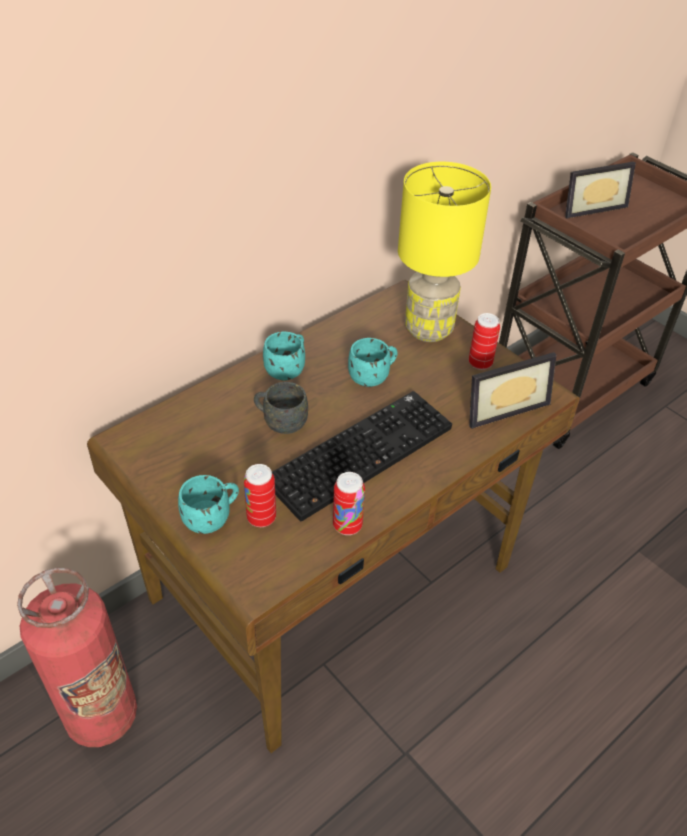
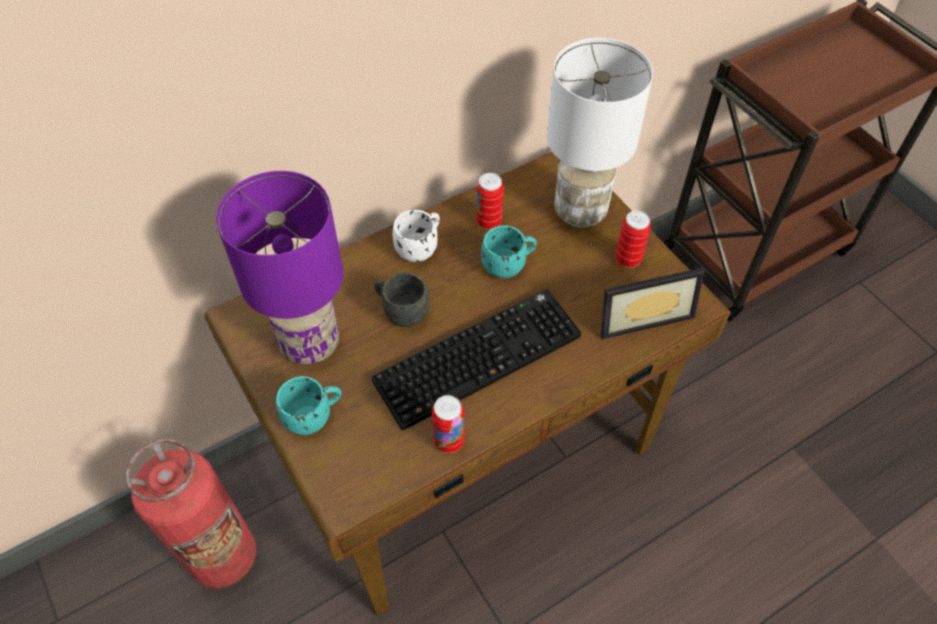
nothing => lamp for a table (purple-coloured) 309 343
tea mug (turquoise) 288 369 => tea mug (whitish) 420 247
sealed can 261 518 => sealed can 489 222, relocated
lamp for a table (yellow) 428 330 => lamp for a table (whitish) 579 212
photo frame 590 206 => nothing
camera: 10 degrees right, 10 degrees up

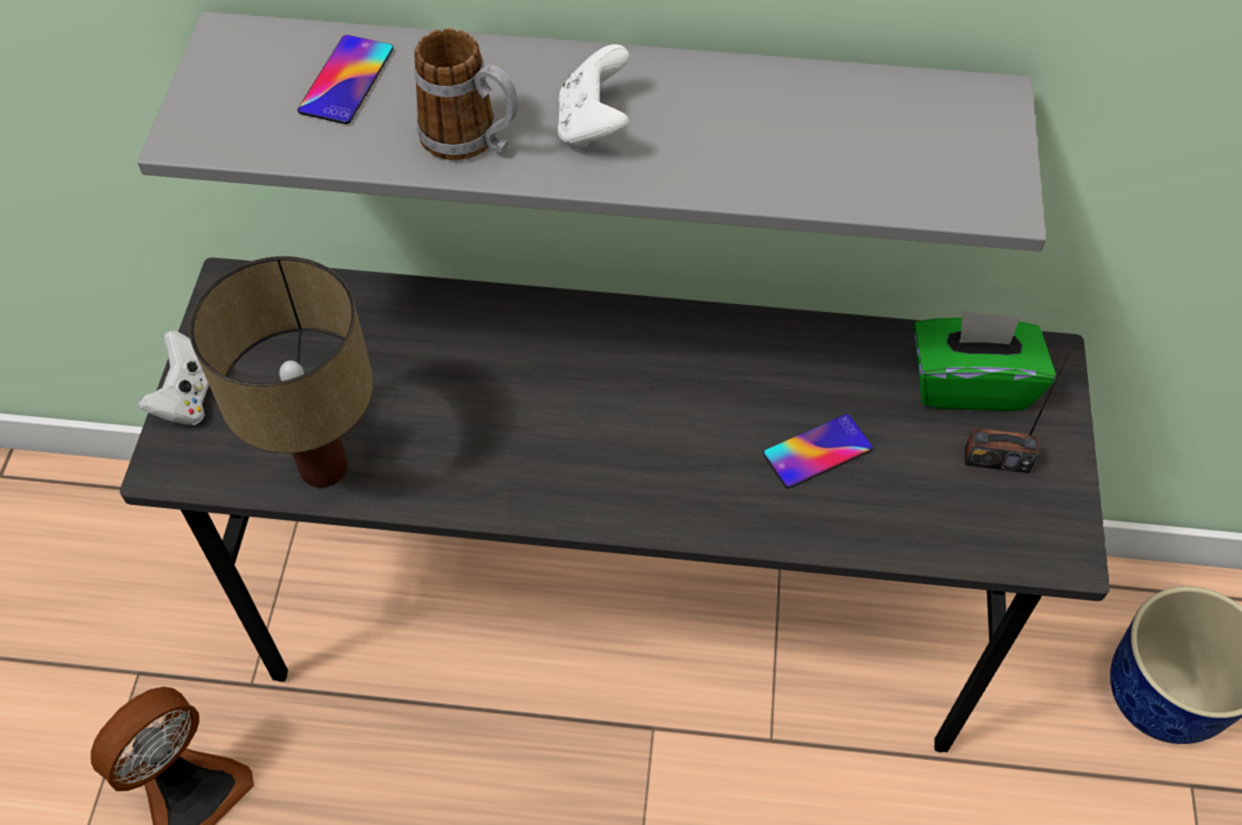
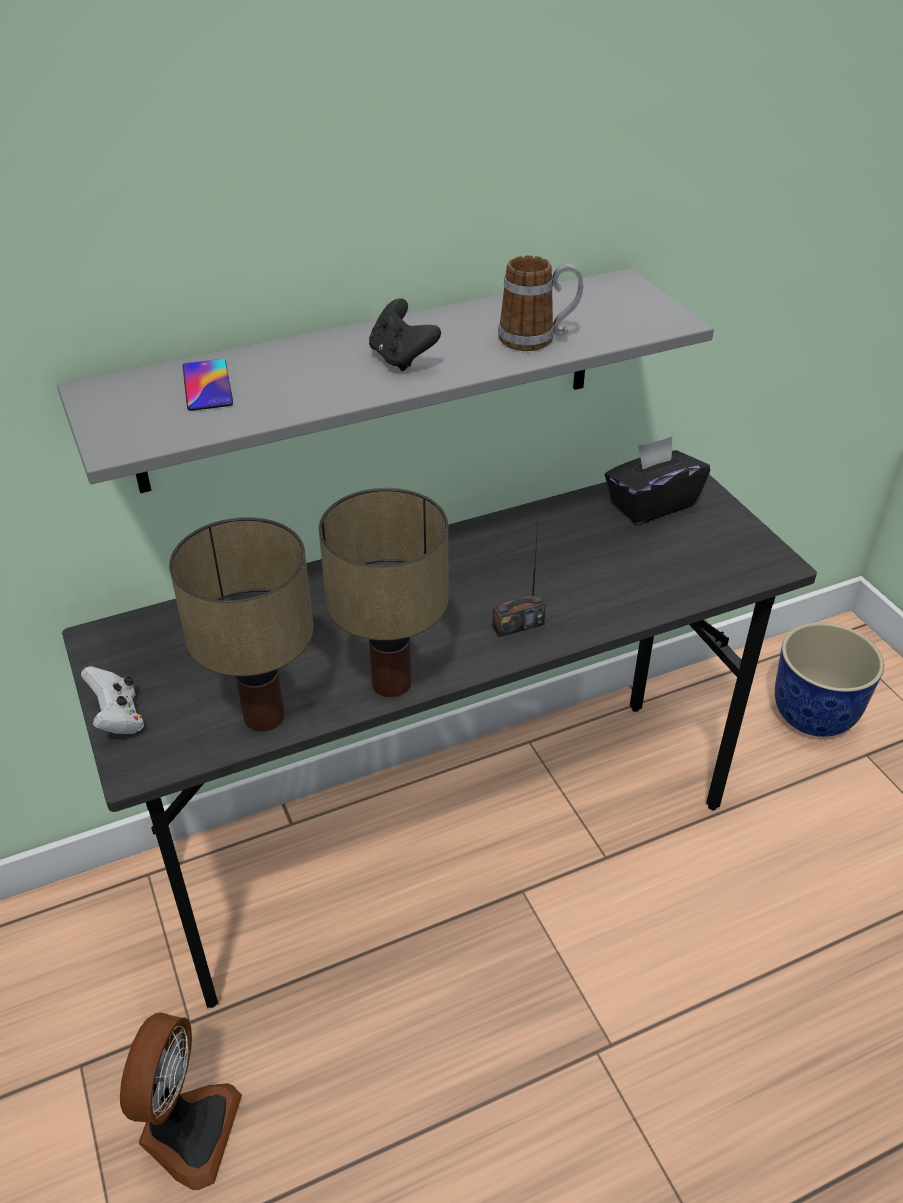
nothing => lamp for a table 389 683
joypad (whitish) 593 126 => joypad (black-coloured) 401 358
radio receiver 996 459 => radio receiver 518 625, relocated
tea mug 472 141 => tea mug 538 339, relocated
tissue holder (green-coloured) 969 383 => tissue holder (black-coloured) 651 504
phone 817 451 => nothing
camera: 30 degrees left, 15 degrees down

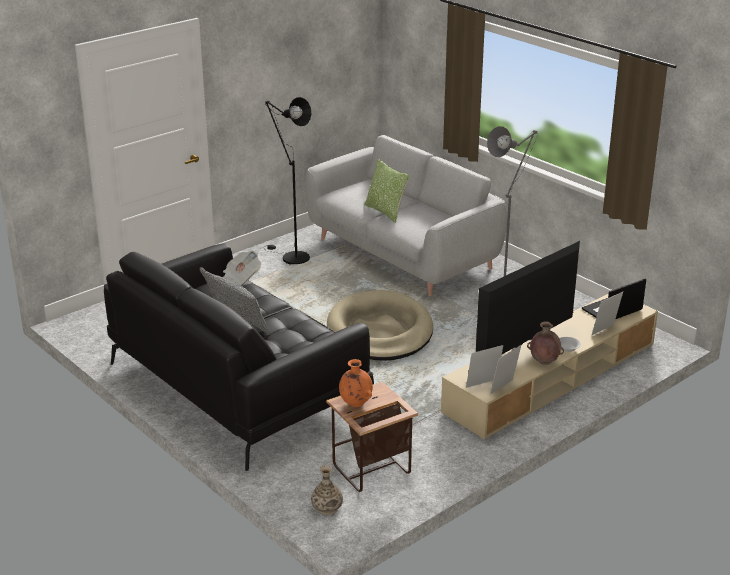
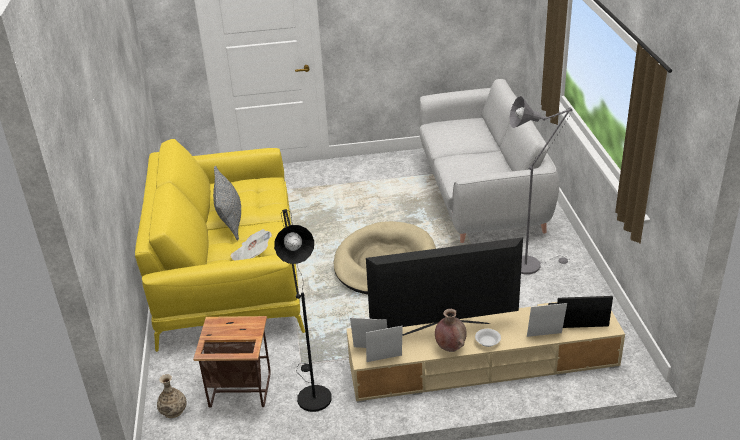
sofa (black-coloured) 236 384 => sofa (yellow) 229 272
printed paper 239 280 => printed paper 251 256, relocated
standard lamp (black-coloured) 291 257 => standard lamp (black-coloured) 311 394, relocated
decorative vase (orangey) 355 403 => nothing
pillow 385 212 => nothing
camera: 35 degrees right, 5 degrees up

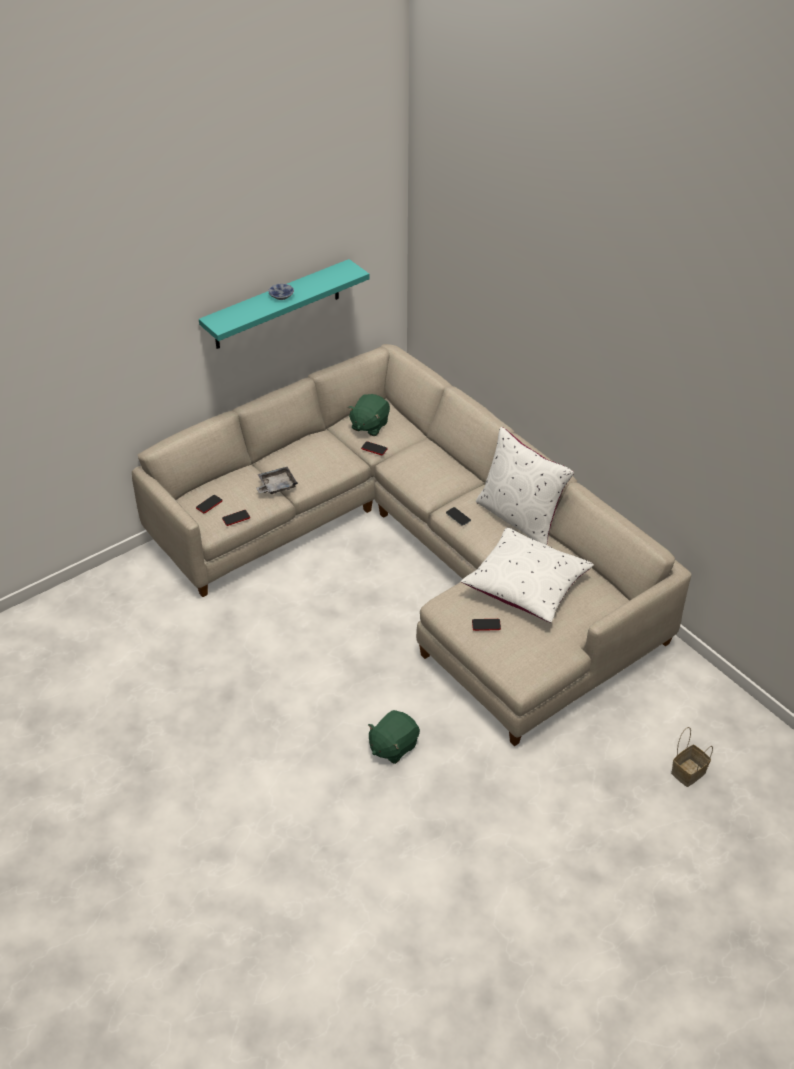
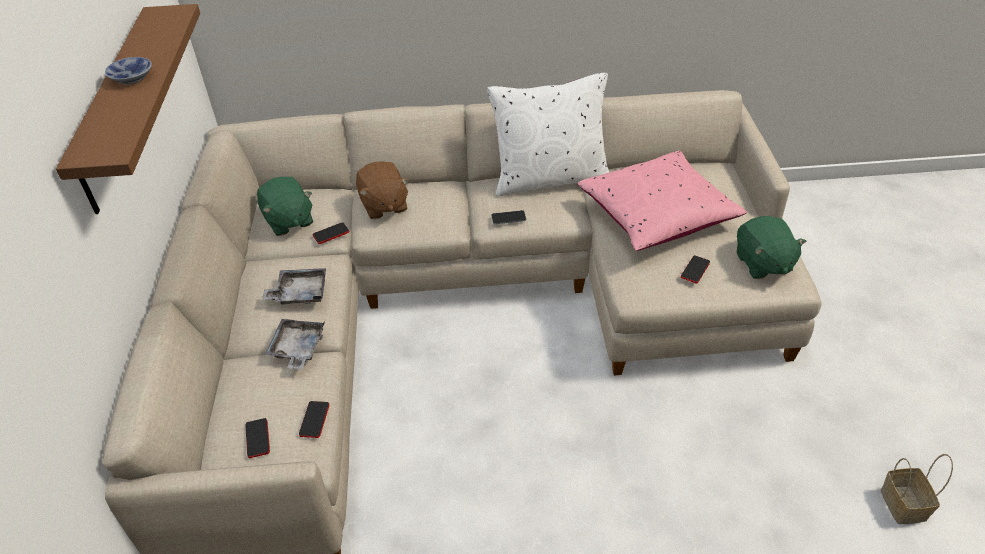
wall shelf (turquoise) 277 305 => wall shelf (brownish) 118 107
nothing => carrying tray (greyish) 300 293
nothing => soft toy (brownish) 383 205
pillow (whitish) 526 585 => pillow (pink-coloured) 657 215
soft toy (green-coloured) 393 746 => soft toy (green-coloured) 762 263, relocated
basket 688 771 => basket 901 503, relocated
camera: 55 degrees left, 0 degrees up

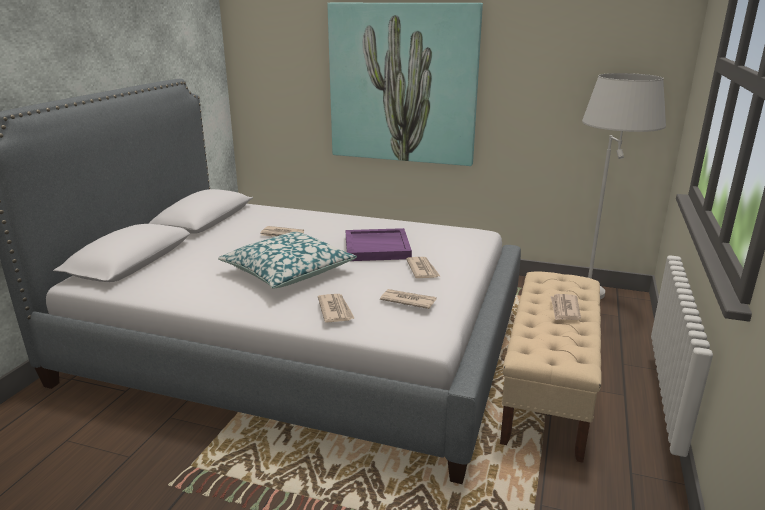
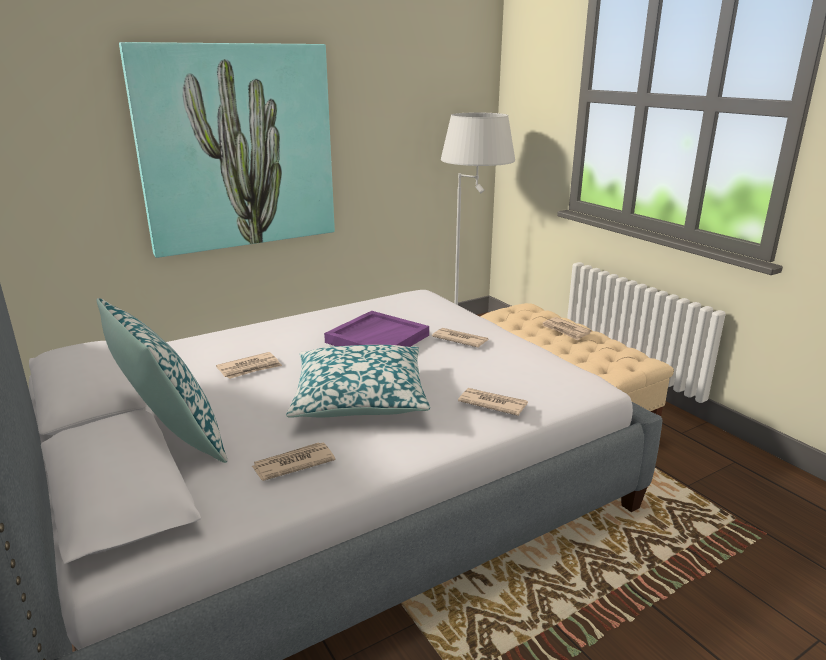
nothing => pillow 171 438
printed paper 408 301 => printed paper 292 464, relocated
camera: 50 degrees left, 0 degrees up

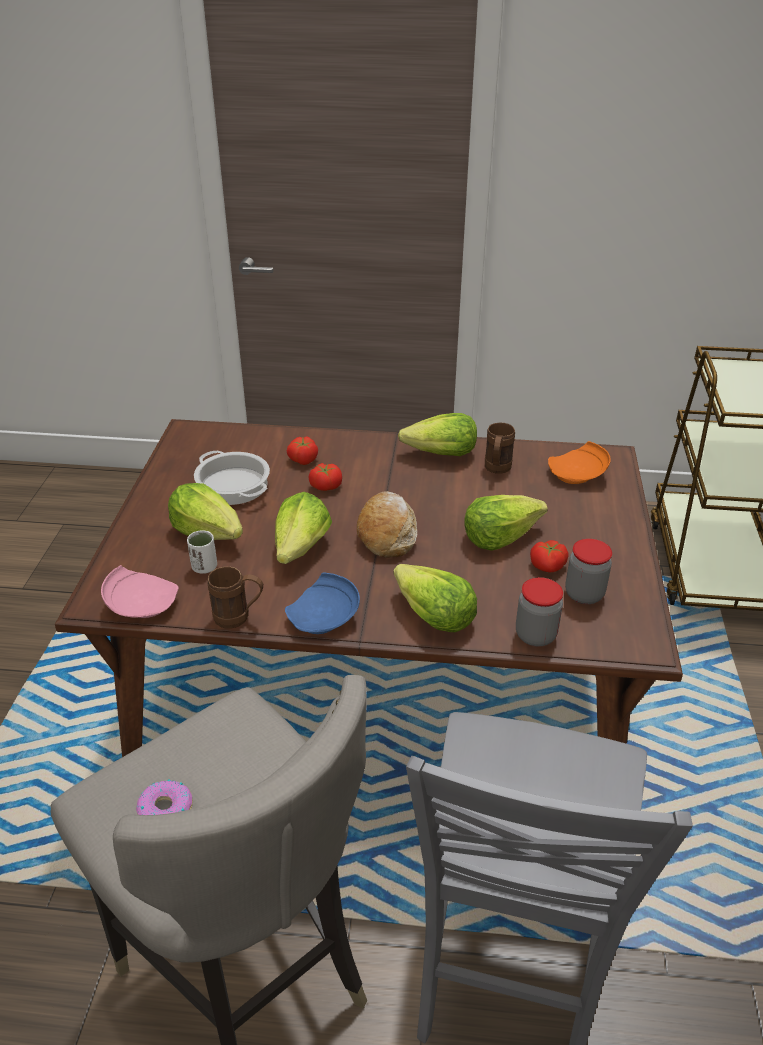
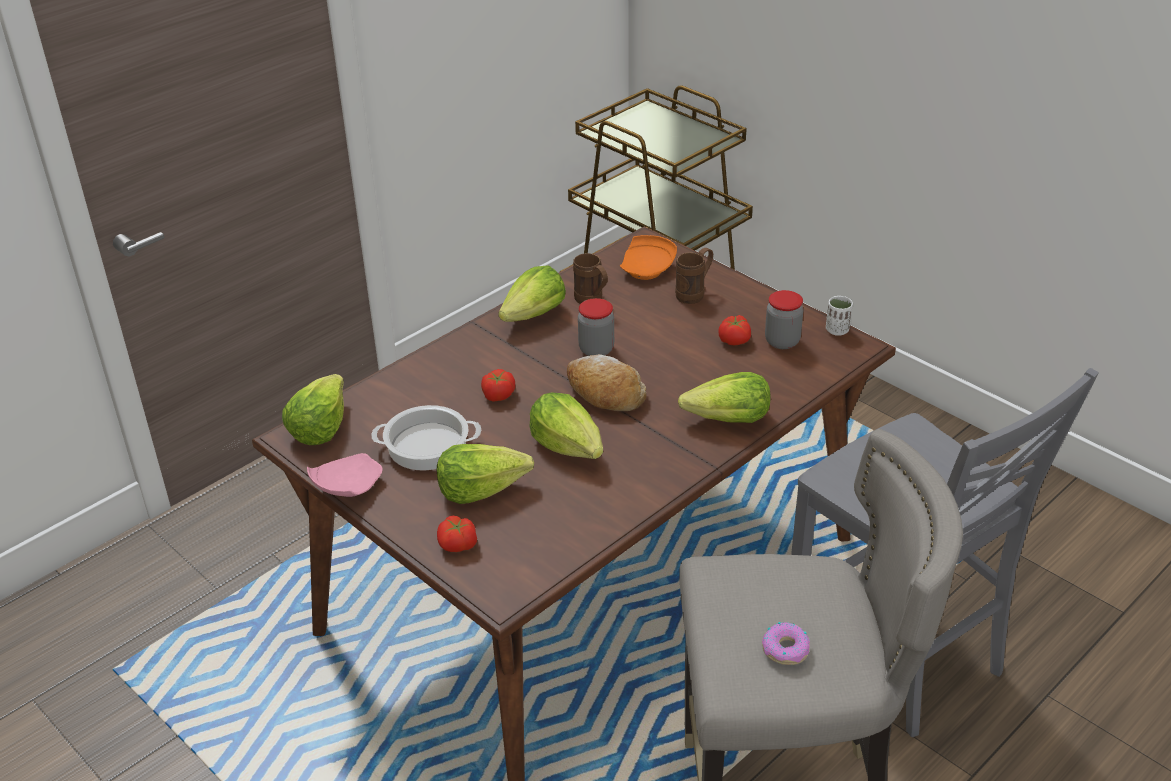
lettuce 499 536 => lettuce 319 427, relocated
flat dish (pink-coloured) 141 604 => flat dish (pink-coloured) 346 487, relocated
tomato 302 460 => tomato 457 545, relocated
preserve jar 535 635 => preserve jar 596 349, relocated
tea mug (brownish) 239 618 => tea mug (brownish) 695 293, relocated
small cup (whitish) 204 567 => small cup (whitish) 837 330, relocated
flat dish (blue-coloured) 324 617 => nothing
camera: 50 degrees left, 0 degrees up

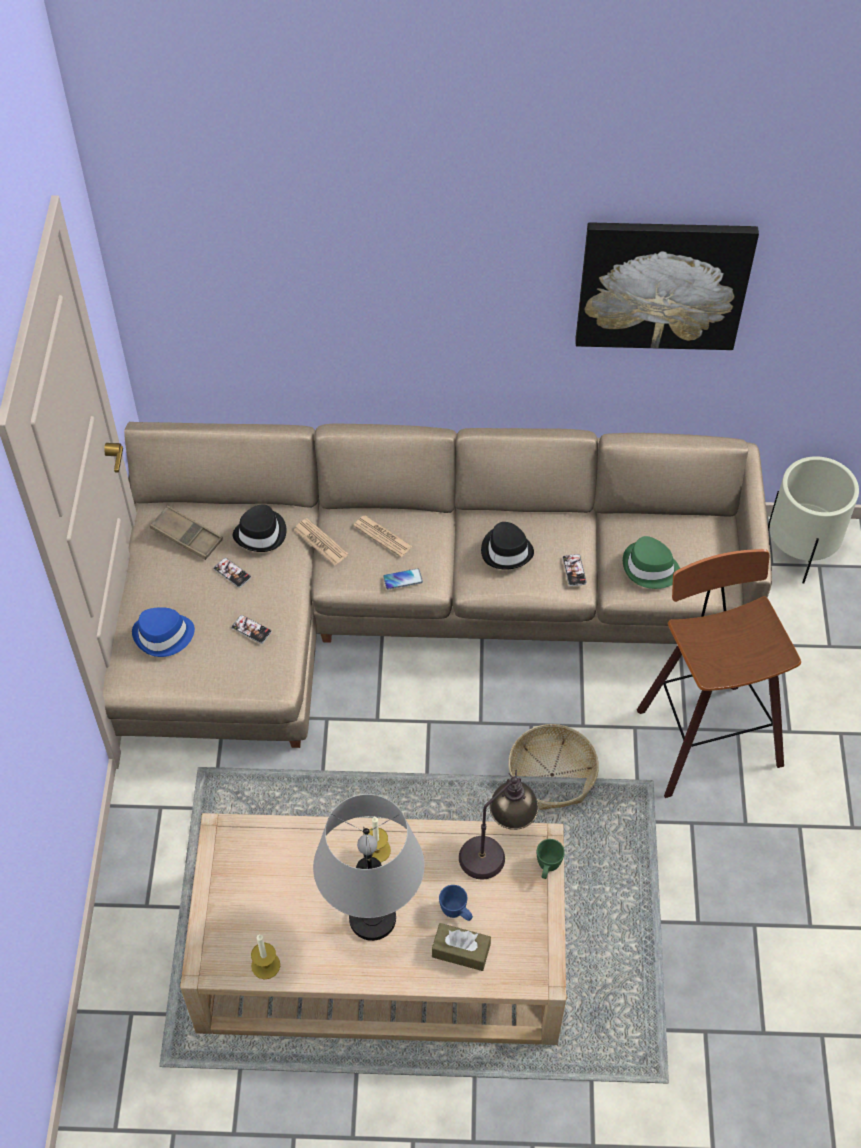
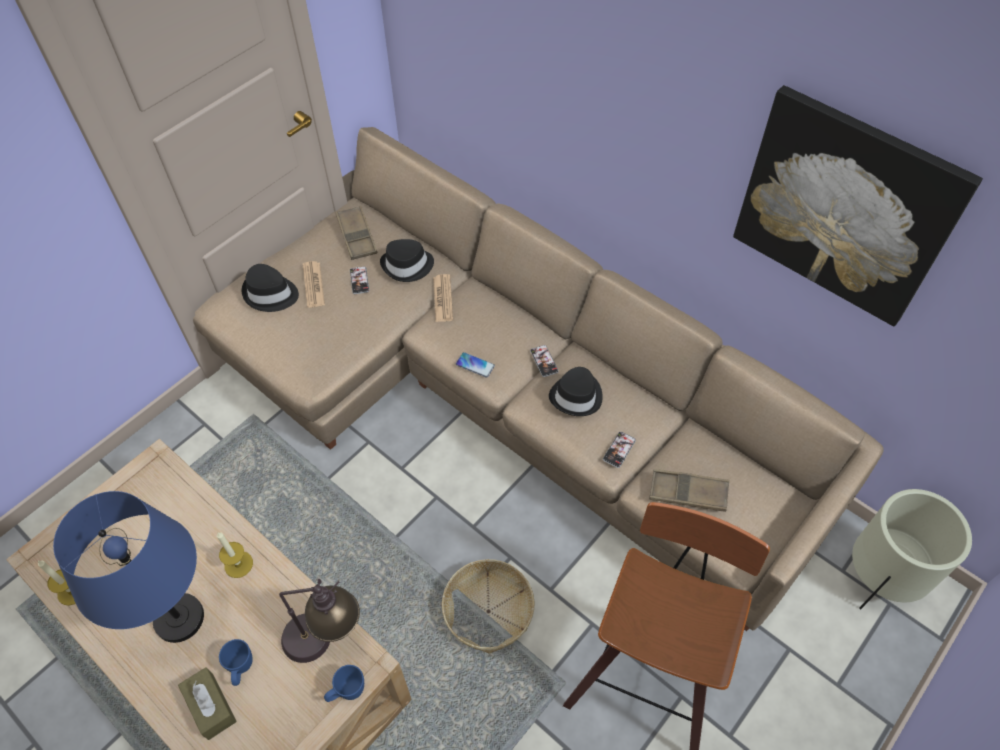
lamp for a table (greyish) 372 917 => lamp for a table (blue-coloured) 180 618
wearable hat (blue-coloured) 164 635 => wearable hat (black-coloured) 270 294
printed paper 382 536 => printed paper 313 285, relocated
tea mug (green-coloured) 547 868 => tea mug (blue-coloured) 347 692
phone 251 629 => phone 544 361, relocated
wearable hat (green-coloured) 650 568 => carrying tray (brownish) 688 493
camera: 40 degrees right, 0 degrees up

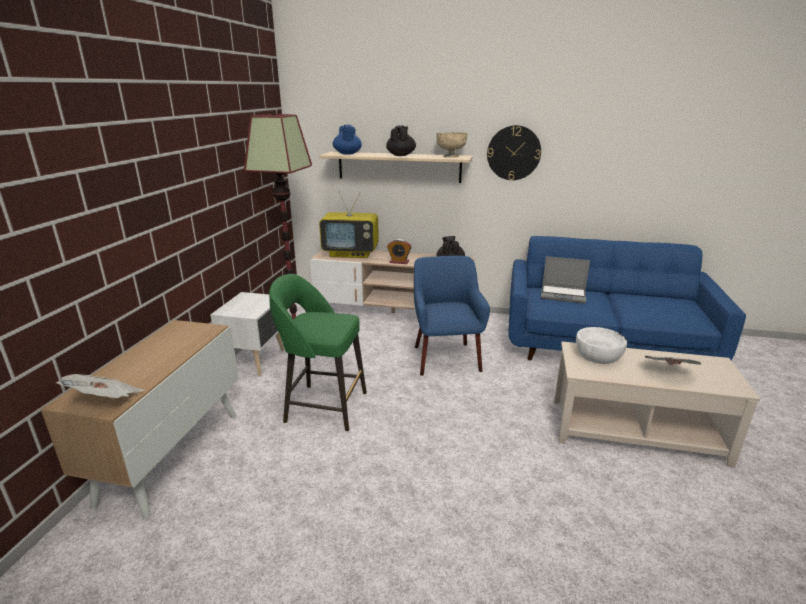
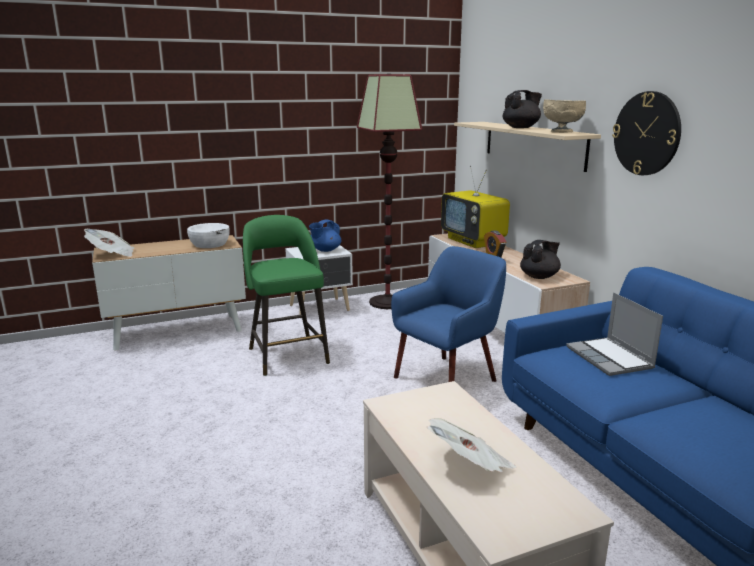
bowl (whitish) 598 355 => bowl (whitish) 210 244, relocated
teapot (blue-coloured) 347 154 => teapot (blue-coloured) 325 250, relocated
camera: 55 degrees right, 5 degrees down

